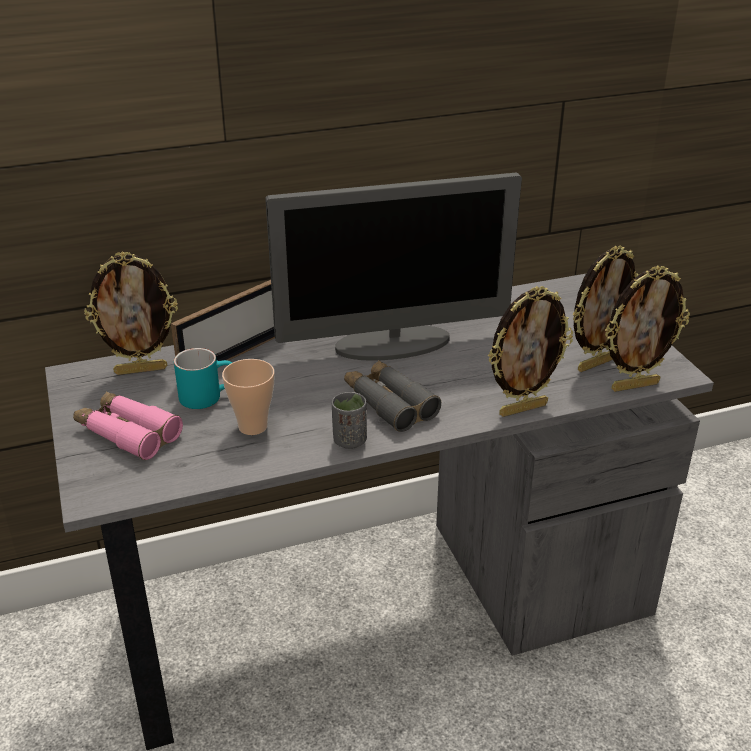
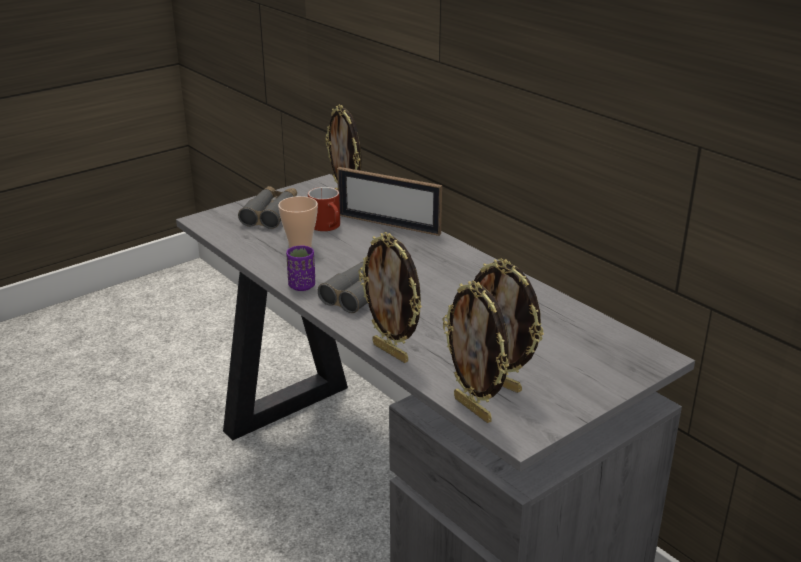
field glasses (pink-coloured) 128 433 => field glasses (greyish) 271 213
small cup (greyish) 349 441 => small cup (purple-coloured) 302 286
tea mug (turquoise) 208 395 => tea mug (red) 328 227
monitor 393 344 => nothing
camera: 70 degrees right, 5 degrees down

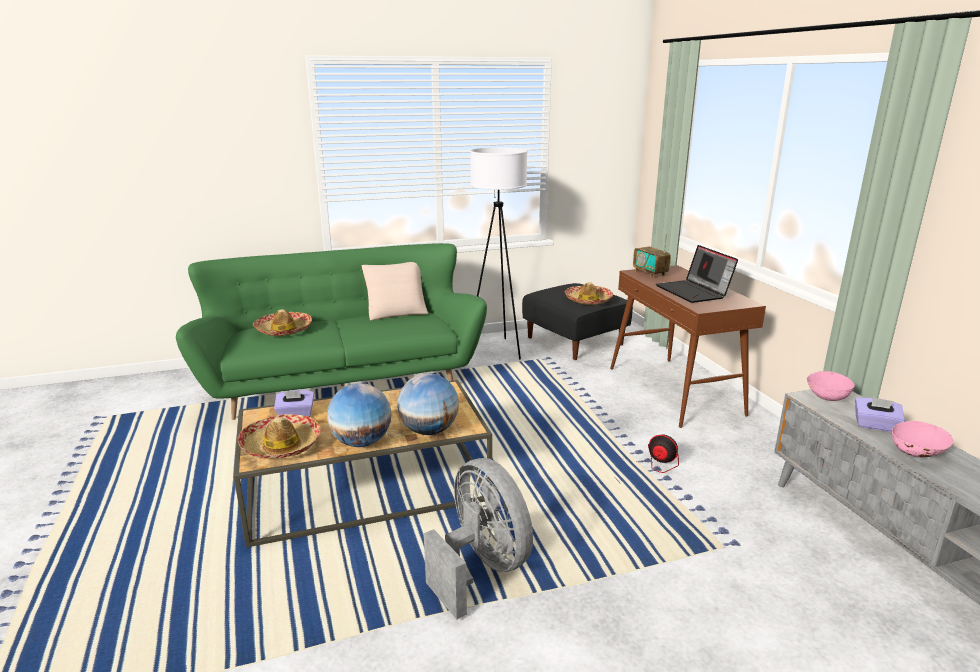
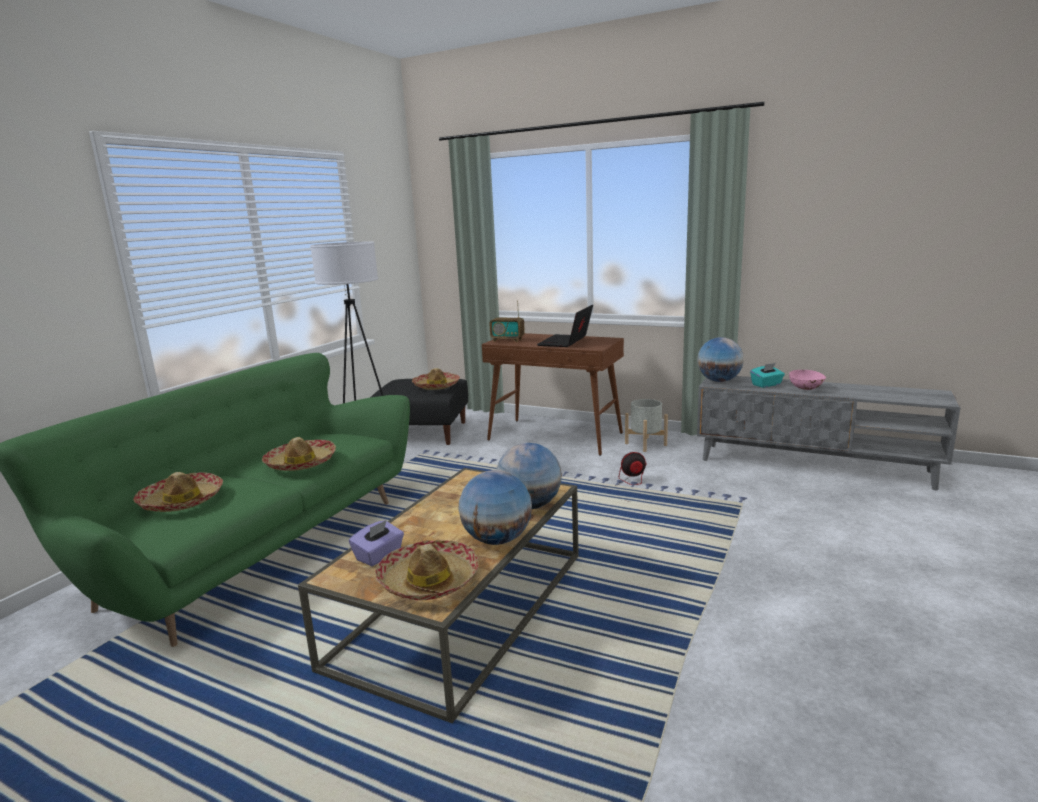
nothing => wearable hat 301 463
notebook computer 694 292 => notebook computer 566 342, 90 degrees clockwise
nothing => plant pot (greyish) 645 444
bowl (pink-coloured) 827 397 => globe 719 381
tissue holder (purple-coloured) 875 426 => tissue holder (turquoise) 766 385
pillow (sand-coloured) 396 312 => nothing
fan (greyish) 481 568 => nothing
camera: 45 degrees left, 5 degrees down

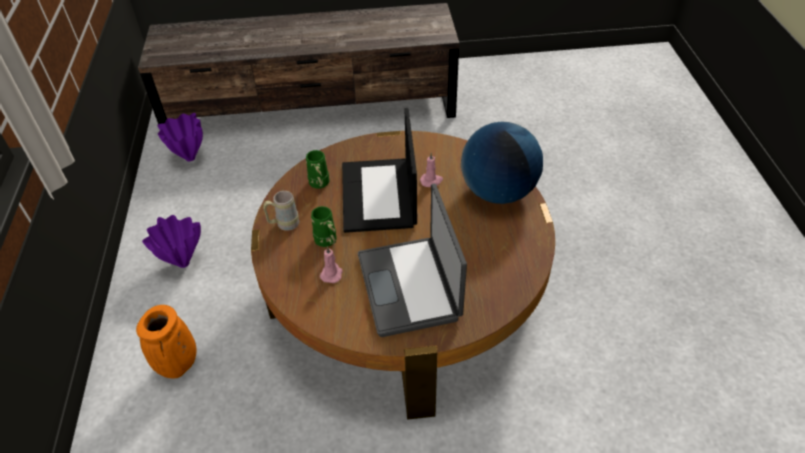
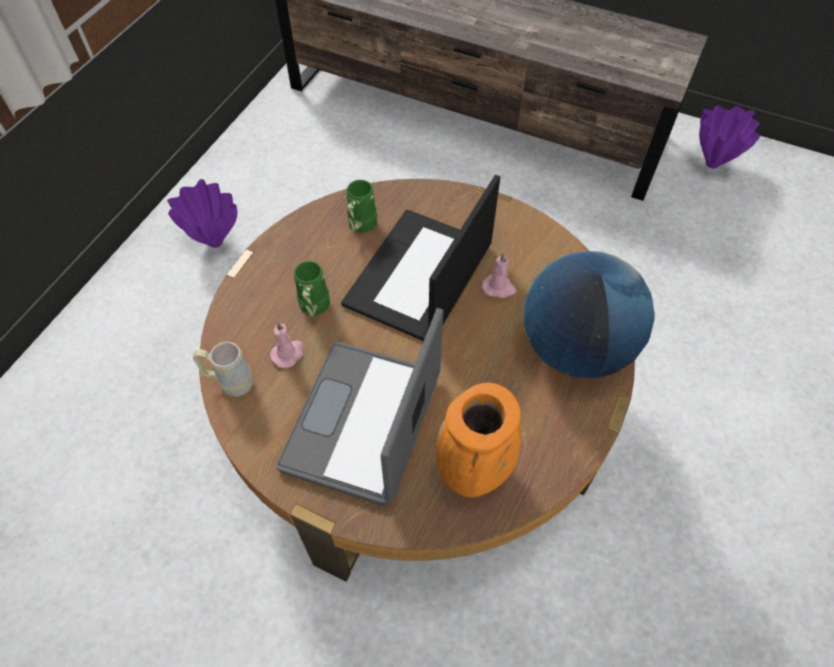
tea mug (sand-coloured) 283 224 => tea mug (sand-coloured) 230 382, relocated
decorative vase (orangey) 179 366 => decorative vase (orangey) 474 474, relocated
decorative vase (purple-coloured) 189 158 => decorative vase (purple-coloured) 711 164, relocated
camera: 30 degrees right, 10 degrees up

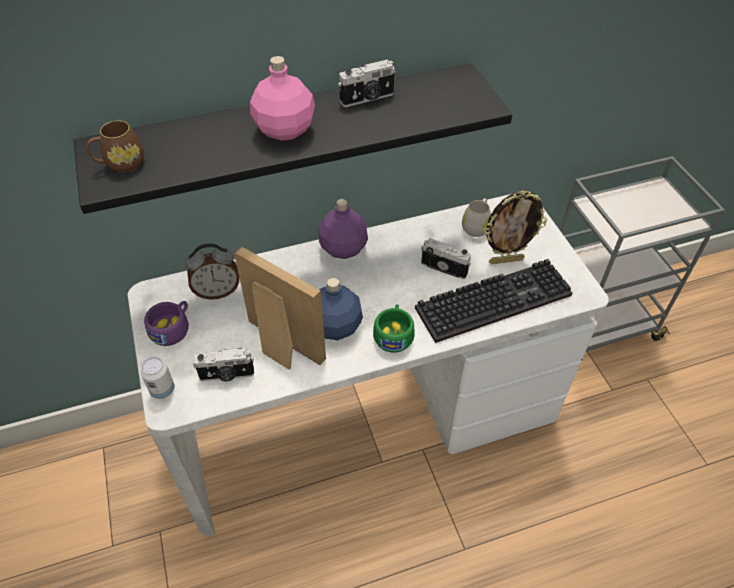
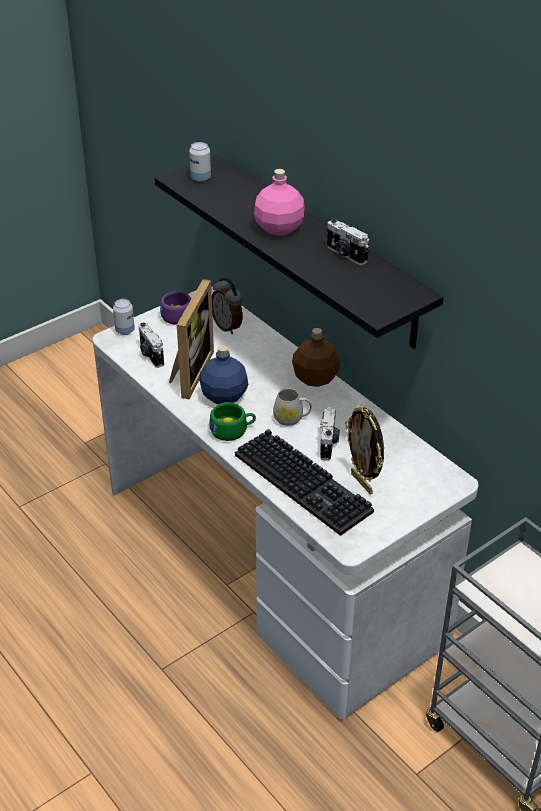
tea mug (brownish) 120 164 => sealed can 200 178
tea mug (whitish) 476 226 => tea mug (whitish) 292 418, relocated
bottle (purple-coloured) 342 248 => bottle (brownish) 315 378
camera: 70 degrees right, 10 degrees down

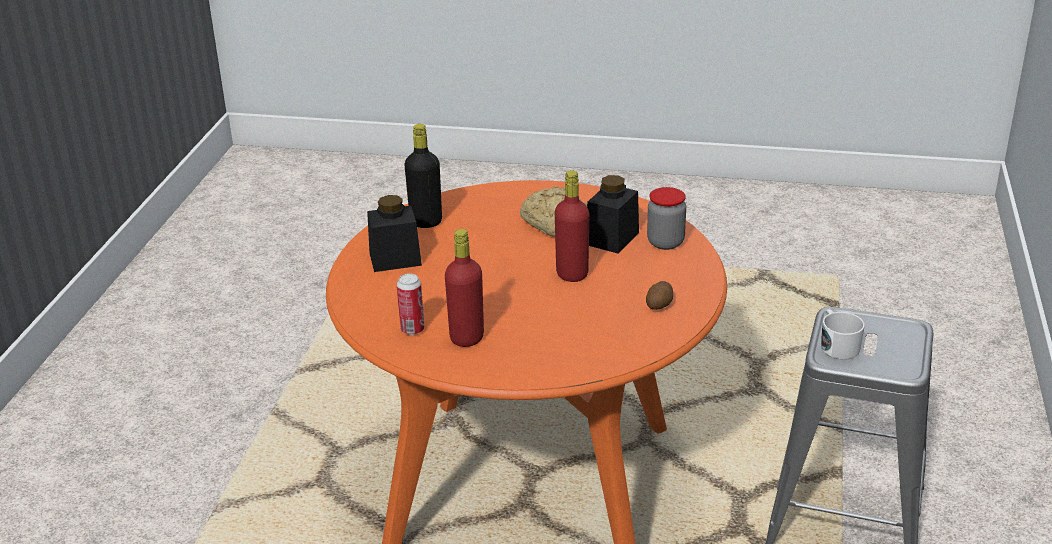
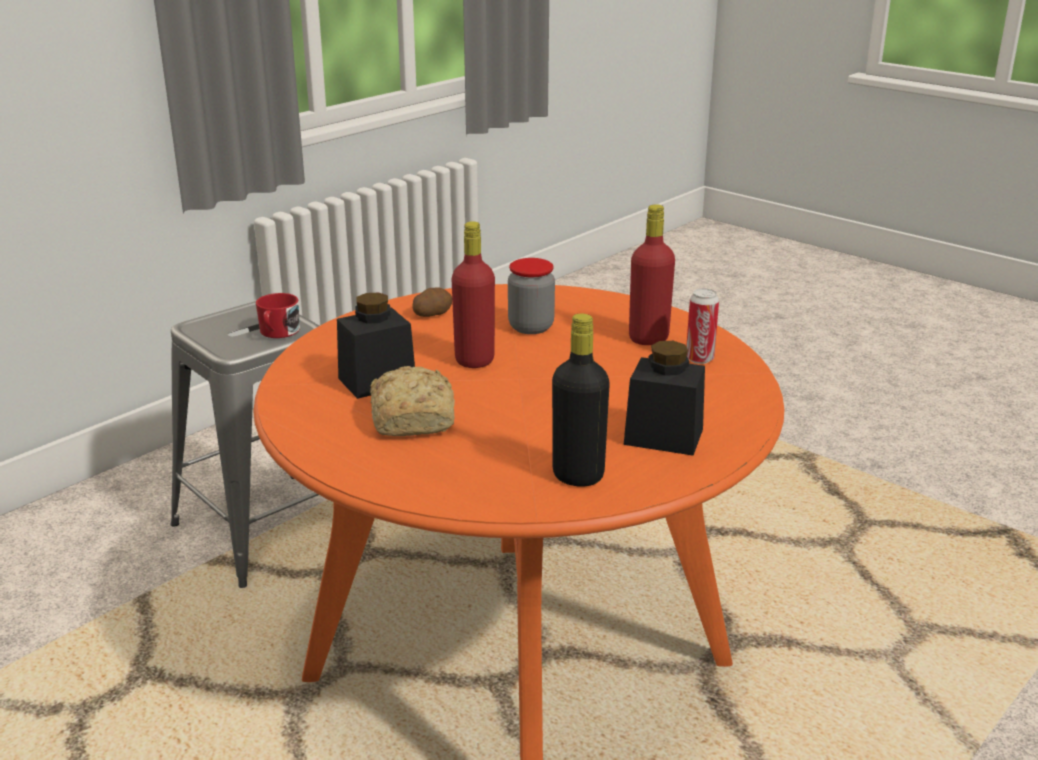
tea mug (whitish) 837 345 => tea mug (red) 278 332
preserve jar 665 242 => preserve jar 531 327, relocated
camera: 150 degrees left, 5 degrees down

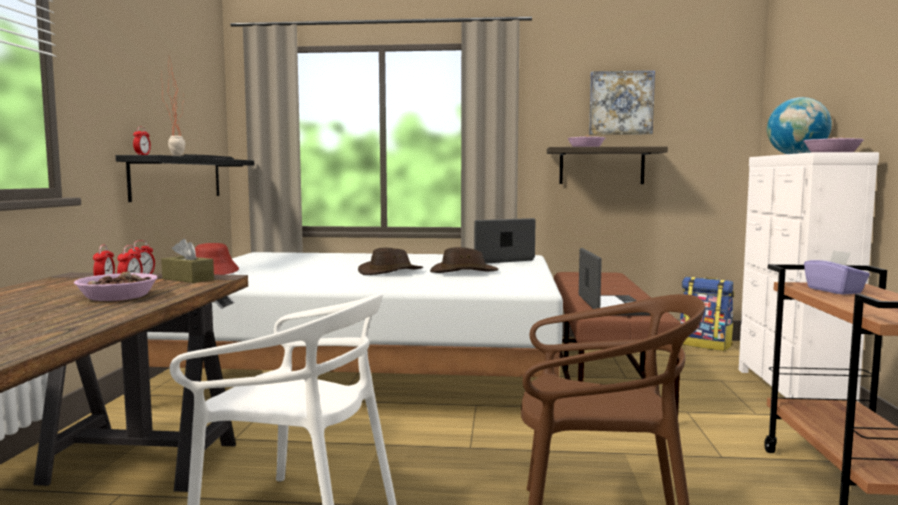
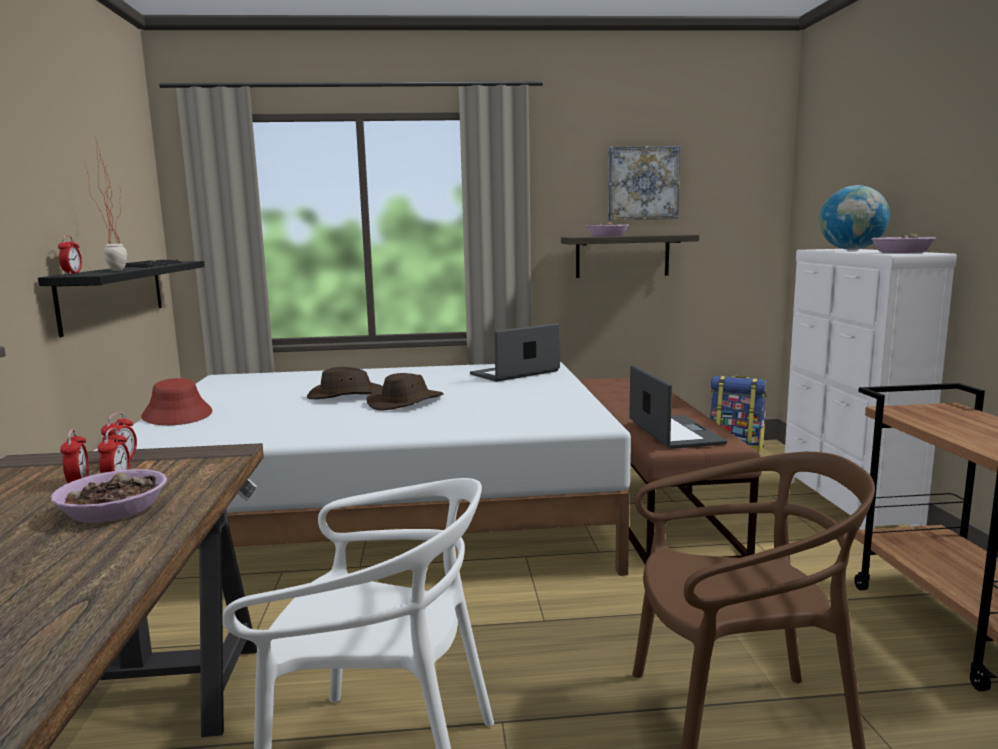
wearable hat (brownish) 463 272 => wearable hat (brownish) 346 395, relocated
tissue holder (brownish) 188 279 => nothing
tissue holder (purple-coloured) 834 291 => nothing
camera: 10 degrees left, 5 degrees up

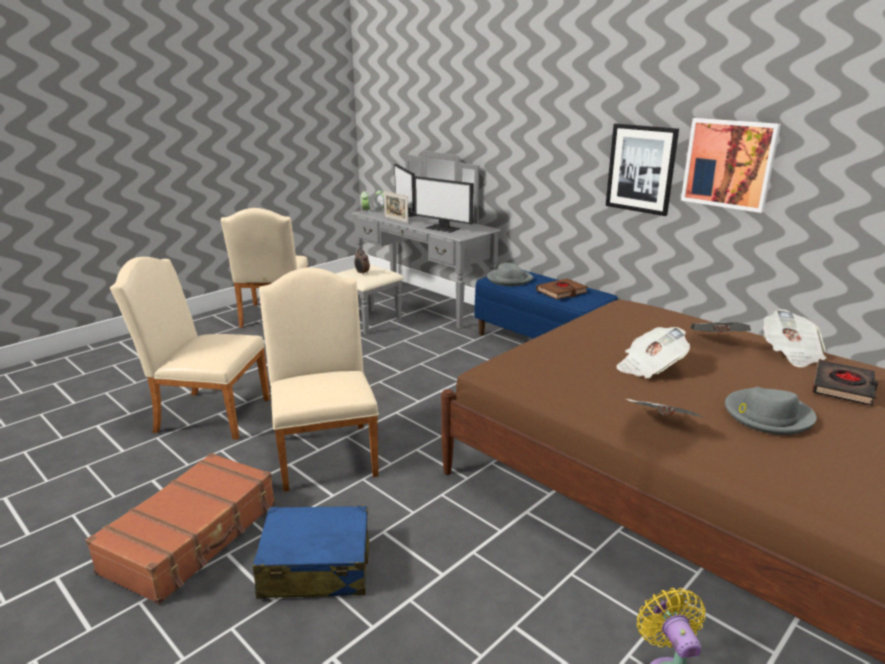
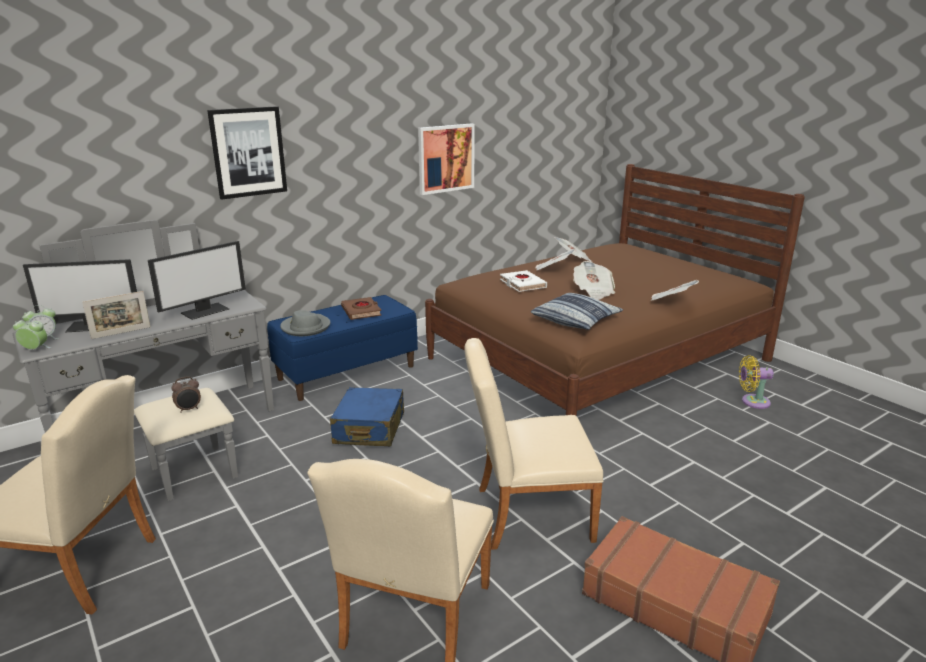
wall picture 641 169 => wall picture 248 152, relocated
suitcase (blue-coloured) 315 567 => suitcase (blue-coloured) 369 429, relocated
nothing => bound book (whitish) 522 284
nothing => pillow 576 320
wearable hat (greyish) 767 415 => nothing
bound book (black-coloured) 843 387 => nothing
camera: 80 degrees left, 0 degrees up

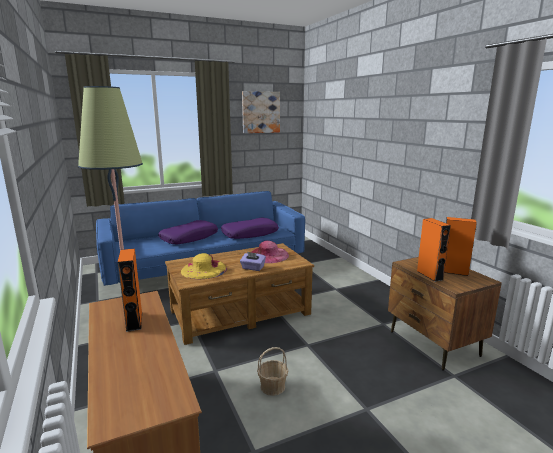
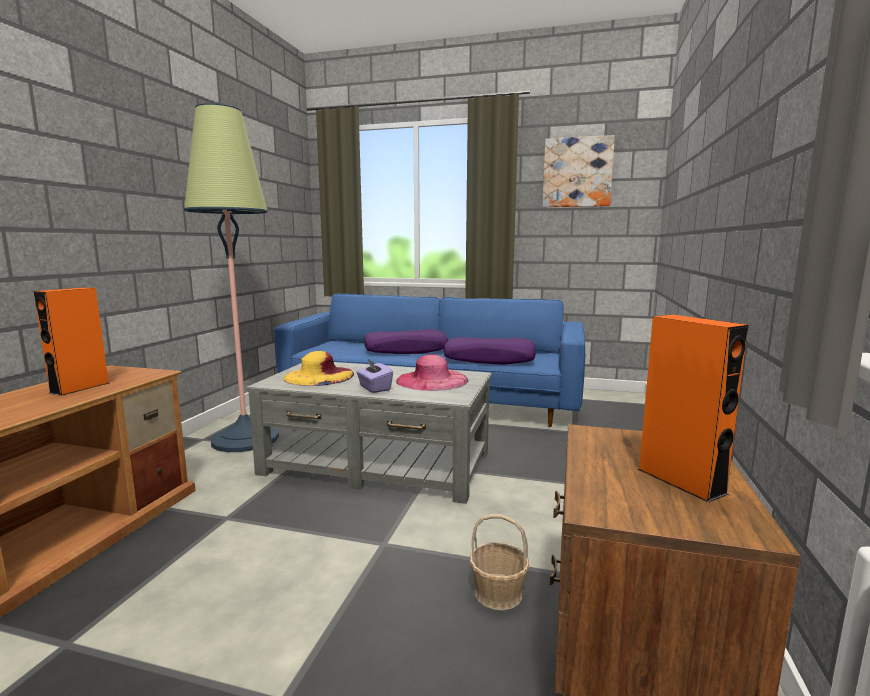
lounge table (brownish) 240 312 => lounge table (greyish) 377 464
basket 273 386 => basket 498 593, relocated
speaker (orangey) 429 275 => nothing
camera: 40 degrees right, 5 degrees down

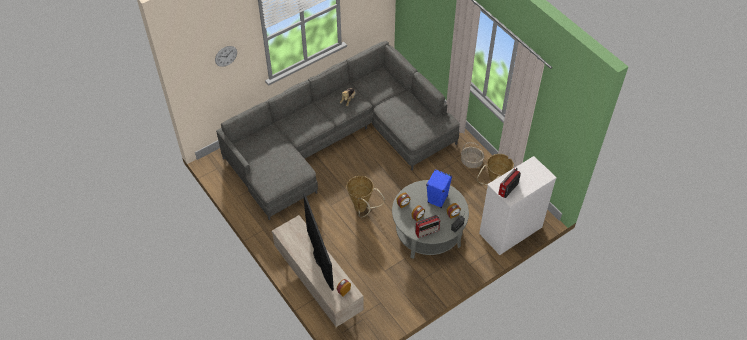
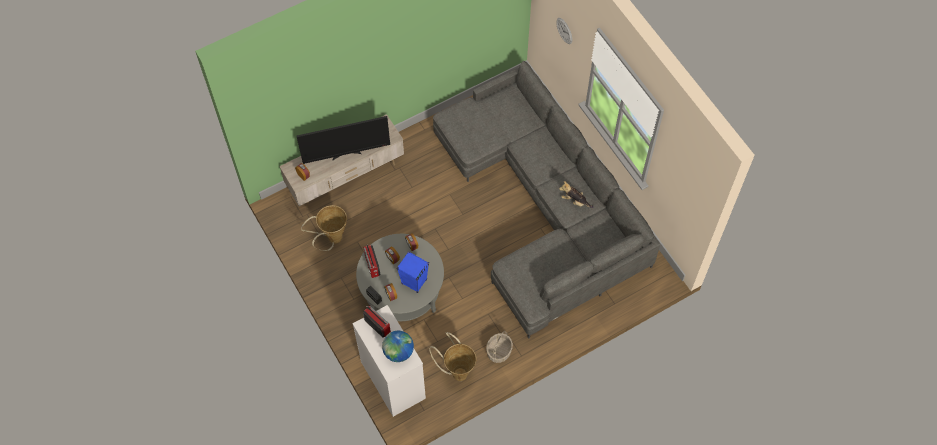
basket 362 210 => basket 332 239, relocated
nothing => globe 398 352
camera: 95 degrees right, 10 degrees up

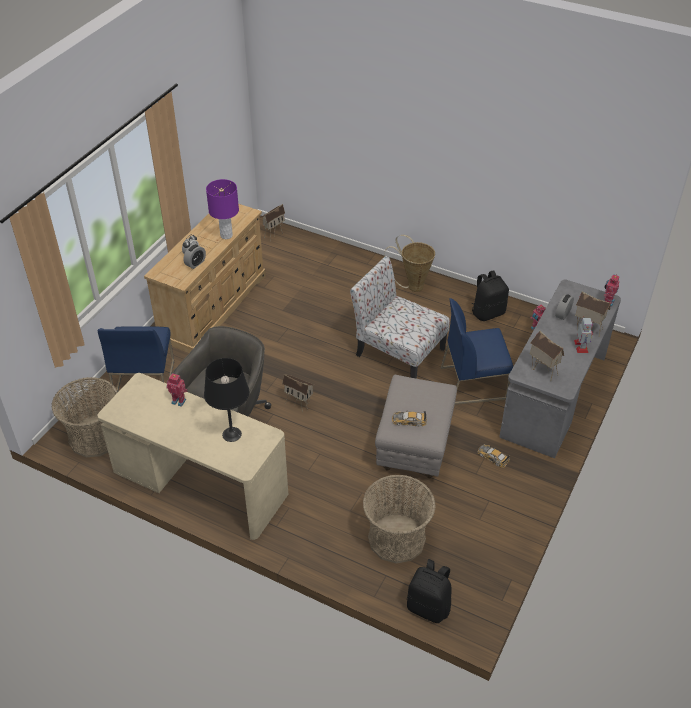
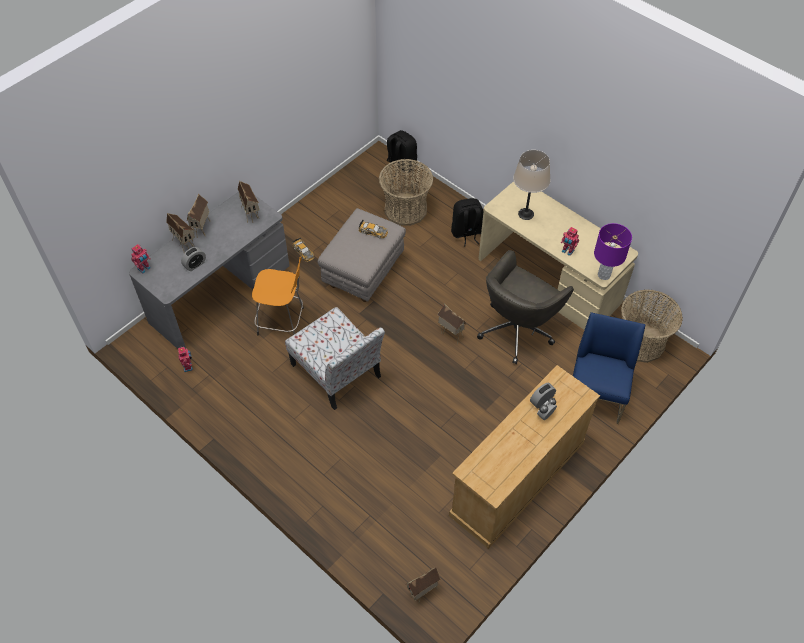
toy robot 581 346 => toy house 203 229
upright chair (blue-coloured) 473 382 => stool seat (orangey) 282 321
knapsack (black-coloured) 488 312 => knapsack (black-coloured) 466 233, relocated
lamp for a table (black-coloured) 232 434 => lamp for a table (sand-coloured) 526 214
lamp for a table (purple-coloured) 226 235 => lamp for a table (purple-coloured) 604 275, relocated
basket 412 286 => nothing
camera: 165 degrees left, 10 degrees up

